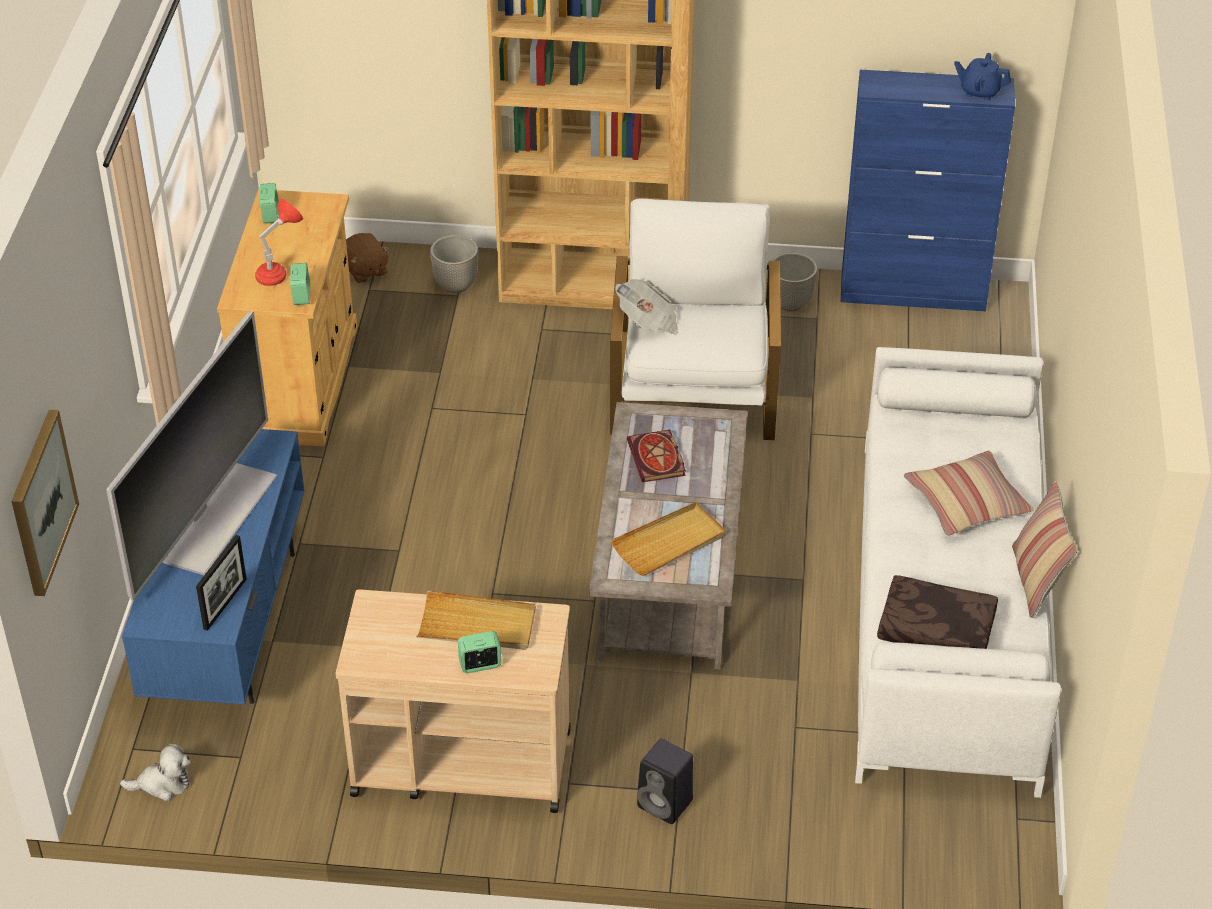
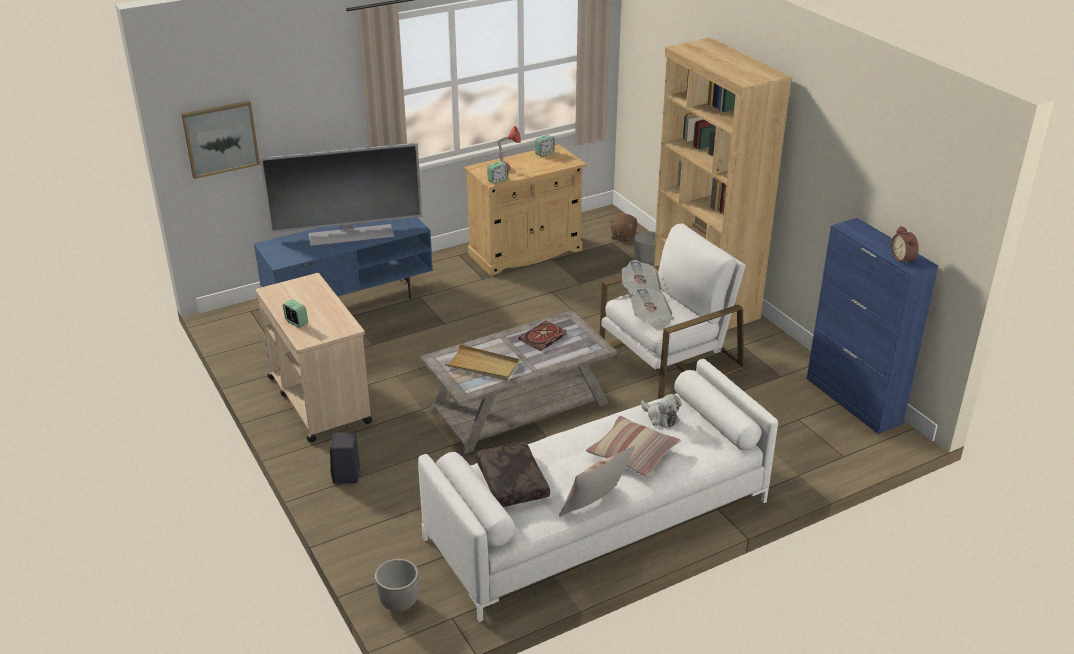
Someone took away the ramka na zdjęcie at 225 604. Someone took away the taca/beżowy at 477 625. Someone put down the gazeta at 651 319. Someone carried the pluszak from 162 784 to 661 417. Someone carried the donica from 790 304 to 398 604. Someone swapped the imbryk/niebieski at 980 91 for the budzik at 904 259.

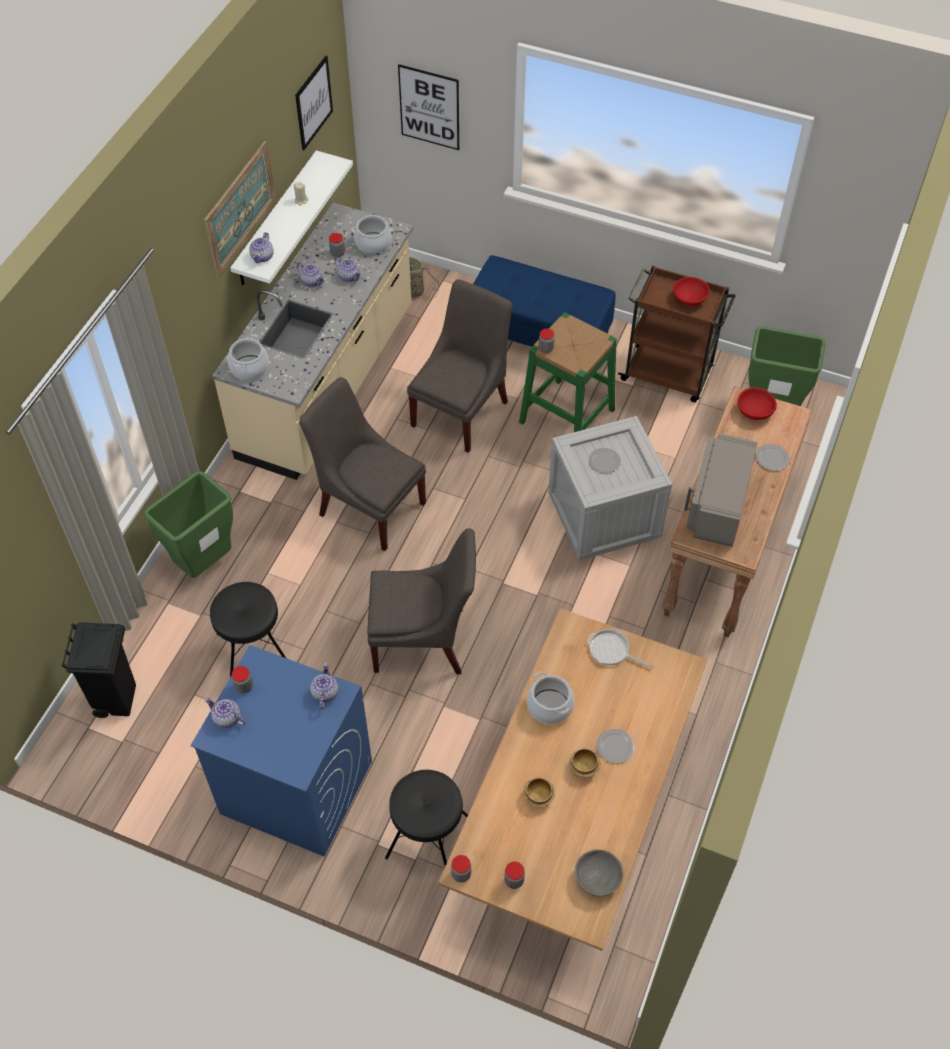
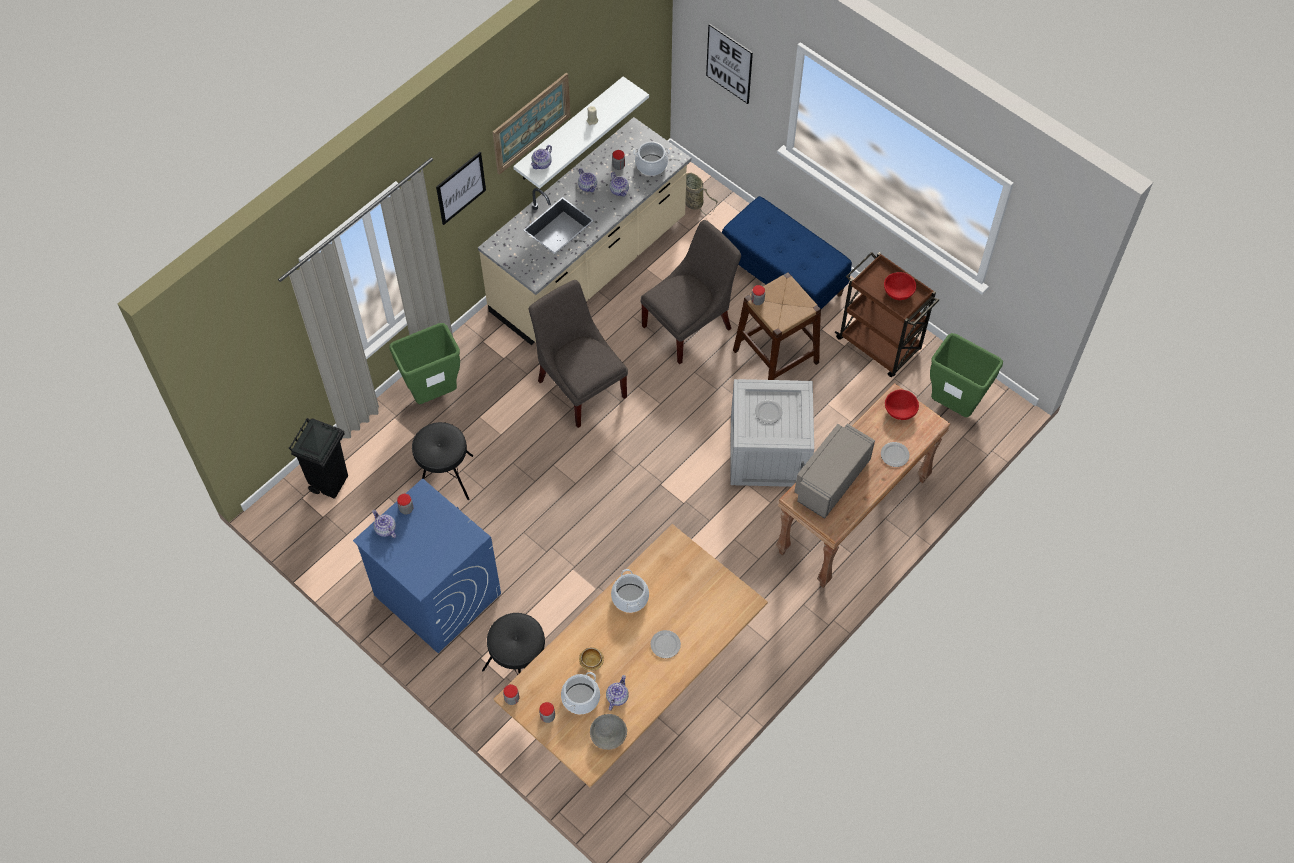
Someone took away the krzesło/szary at 424 641. Someone took away the miska at 584 768. Someone took away the patelnia at 611 651. Someone carried the garnek from 249 367 to 580 698. Someone carried the obraz from 313 103 to 460 188. Someone carried the imbryk from 324 692 to 617 697. Someone repainted the stołek/zielony at 567 415, which became the stołek/brązowy at 775 356.

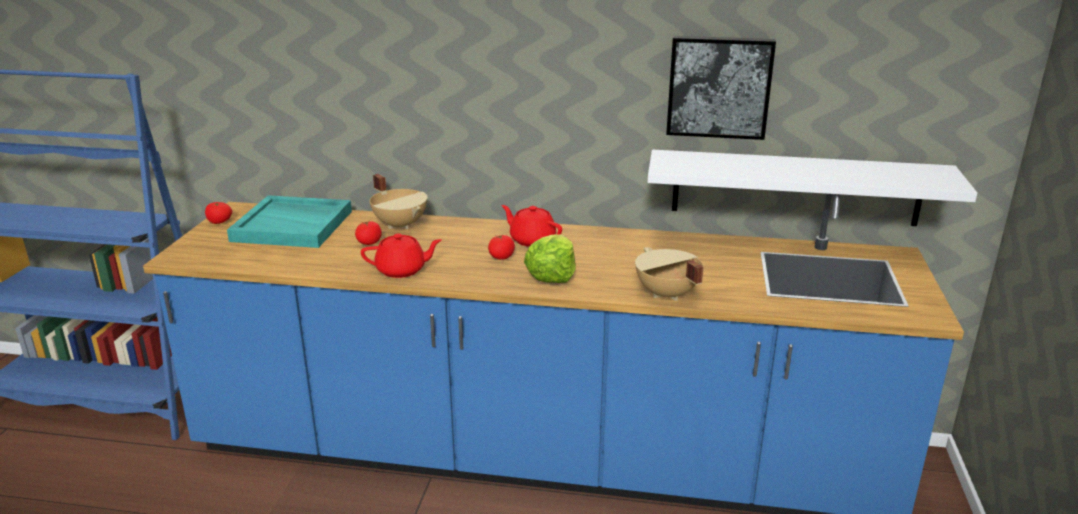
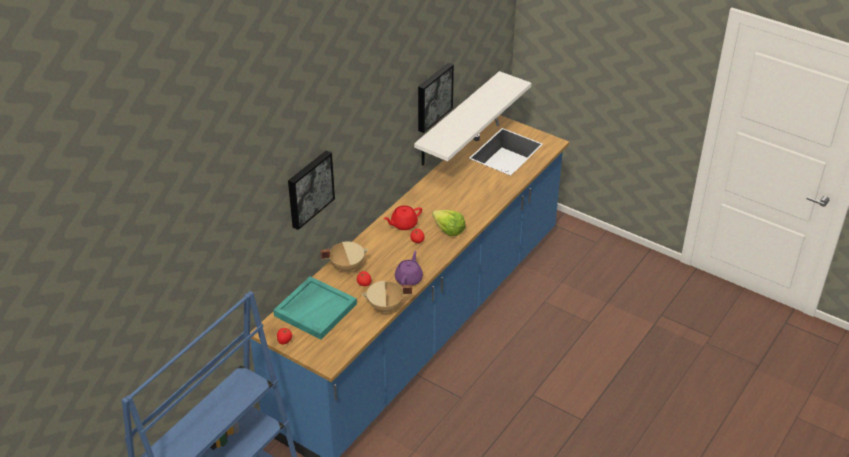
Someone put up the obraz at 309 188. Someone carried the garnek/beżowy from 666 294 to 385 307. Someone repainted the imbryk/czerwony at 402 270, which became the imbryk/fioletowy at 409 278.

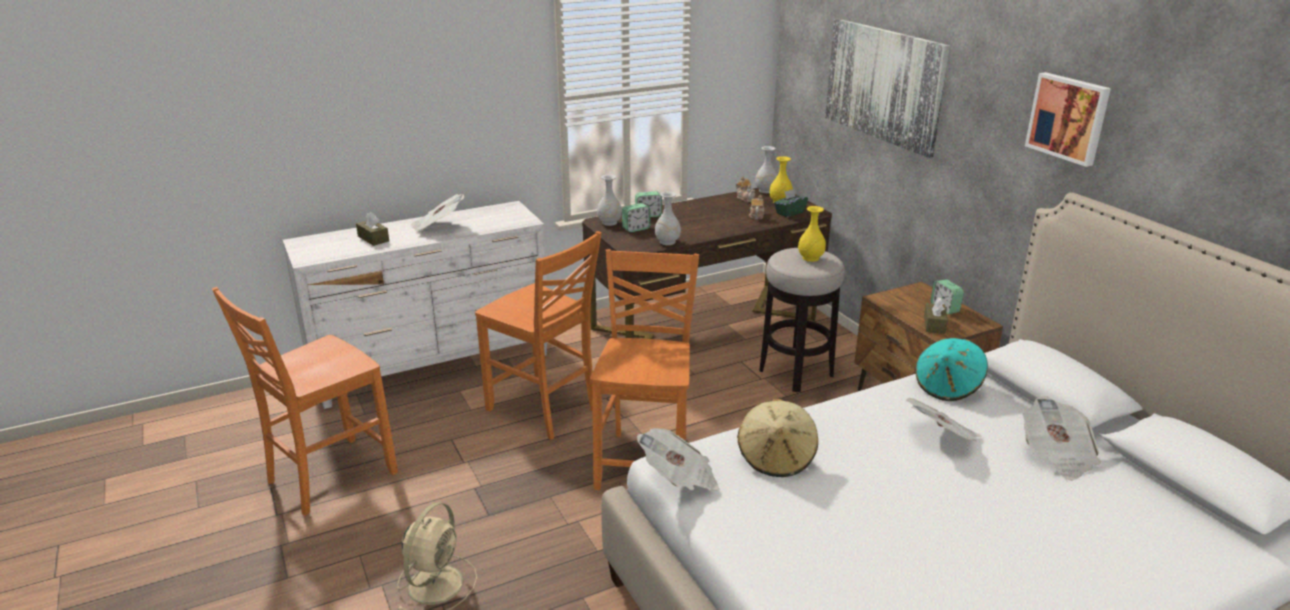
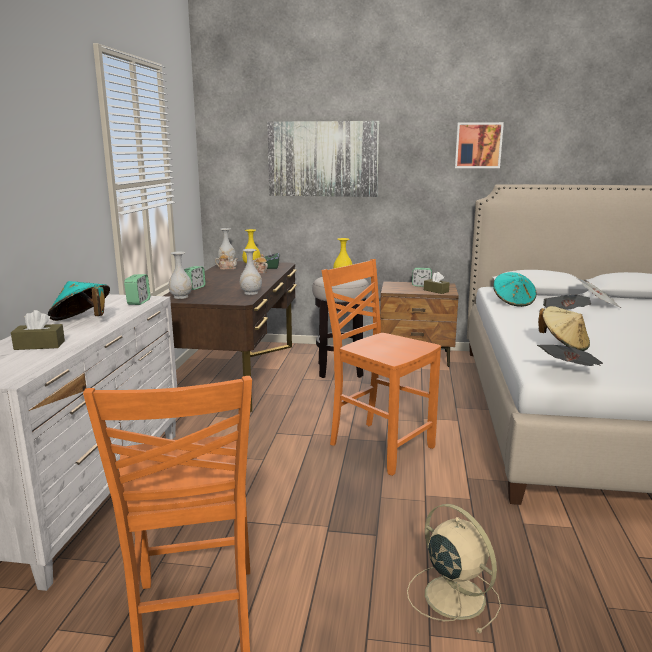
Someone took away the krzesło/pomarańczowy at 544 410. Someone carried the budzik from 636 229 to 138 302. Someone swapped the gazeta at 437 227 for the kapelusz/turkusowy at 82 321.

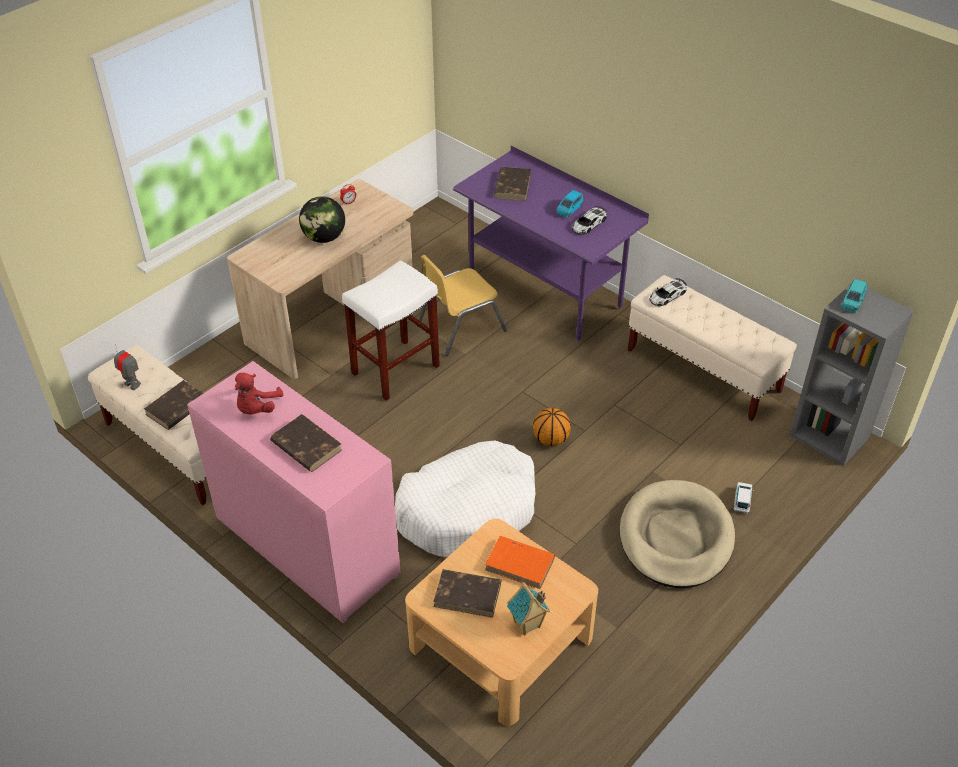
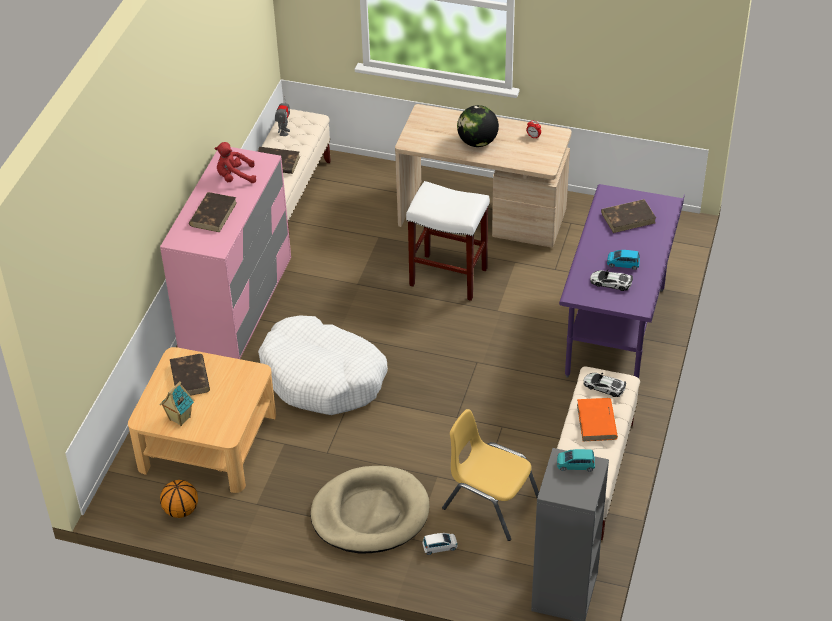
Someone carried the krzesło/żółty from 460 327 to 490 503. Someone carried the książka/pomarańczowy from 520 564 to 597 422. Someone carried the piłka do koszykówki from 550 439 to 181 510.

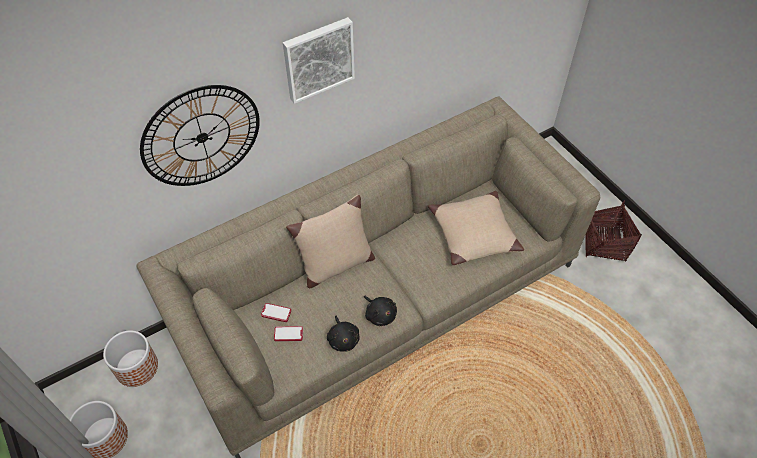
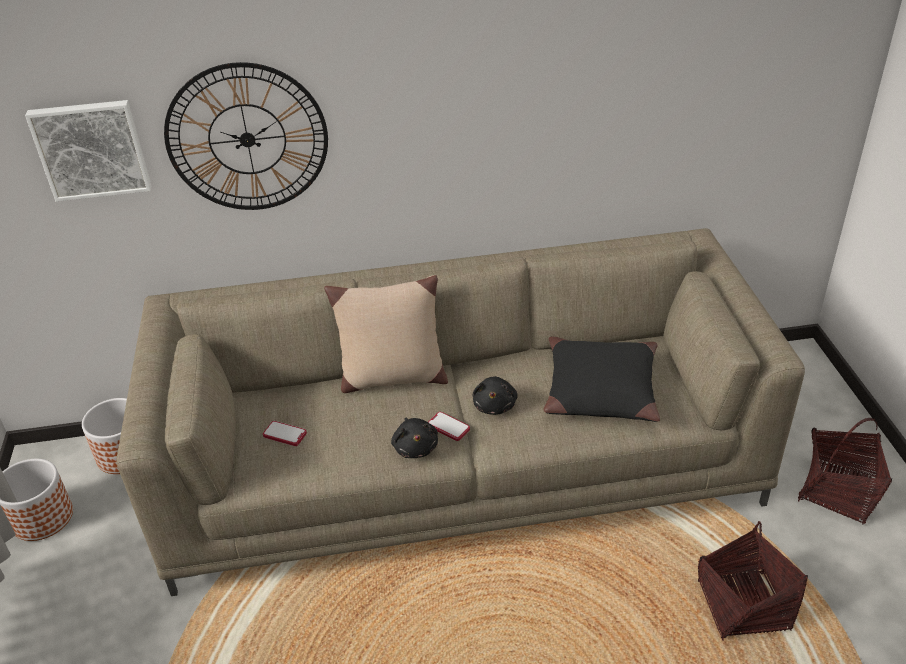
Someone put down the koszyk at 743 605. Someone carried the telefon from 276 313 to 448 427. Someone carried the obraz from 318 59 to 91 149. Someone carried the pluszak/czarny from 343 339 to 495 405. Someone repainted the poduszka/beżowy at 473 234, which became the poduszka/czarny at 600 390.

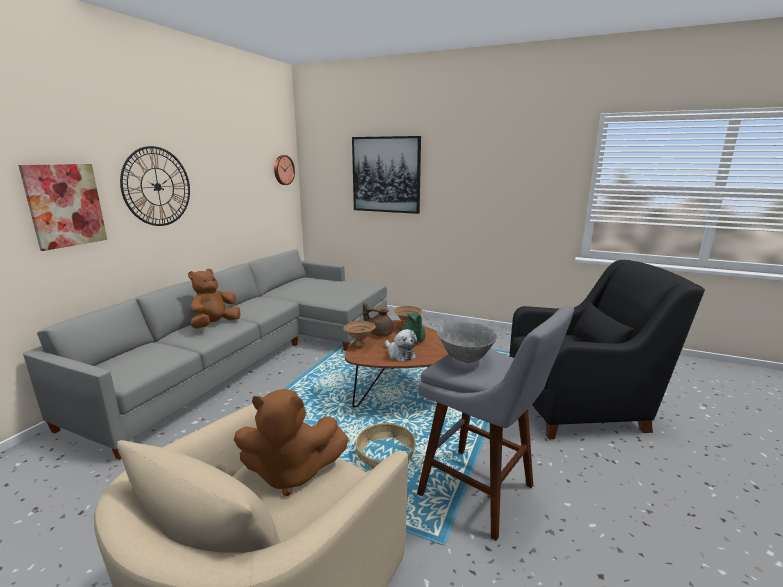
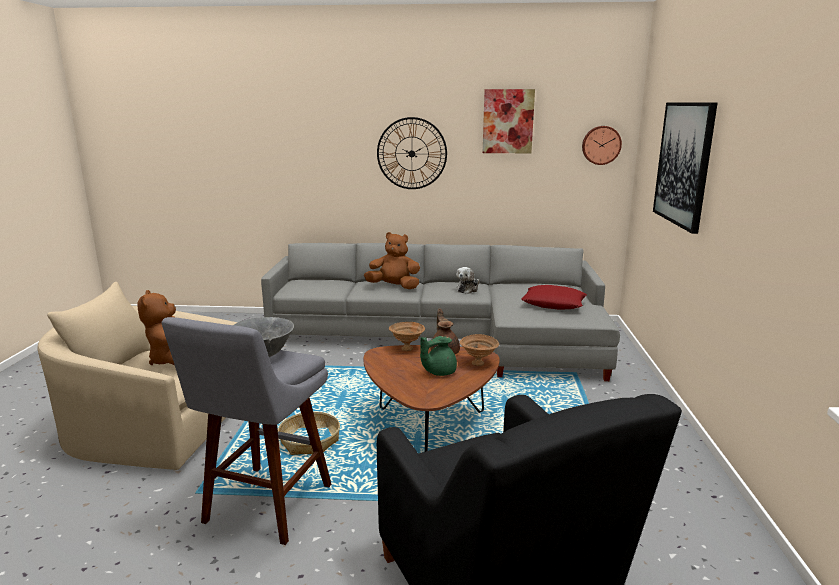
Someone put down the poduszka/czerwony at 553 303. Someone carried the obraz from 65 205 to 508 121. Someone carried the pluszak from 400 354 to 468 289.

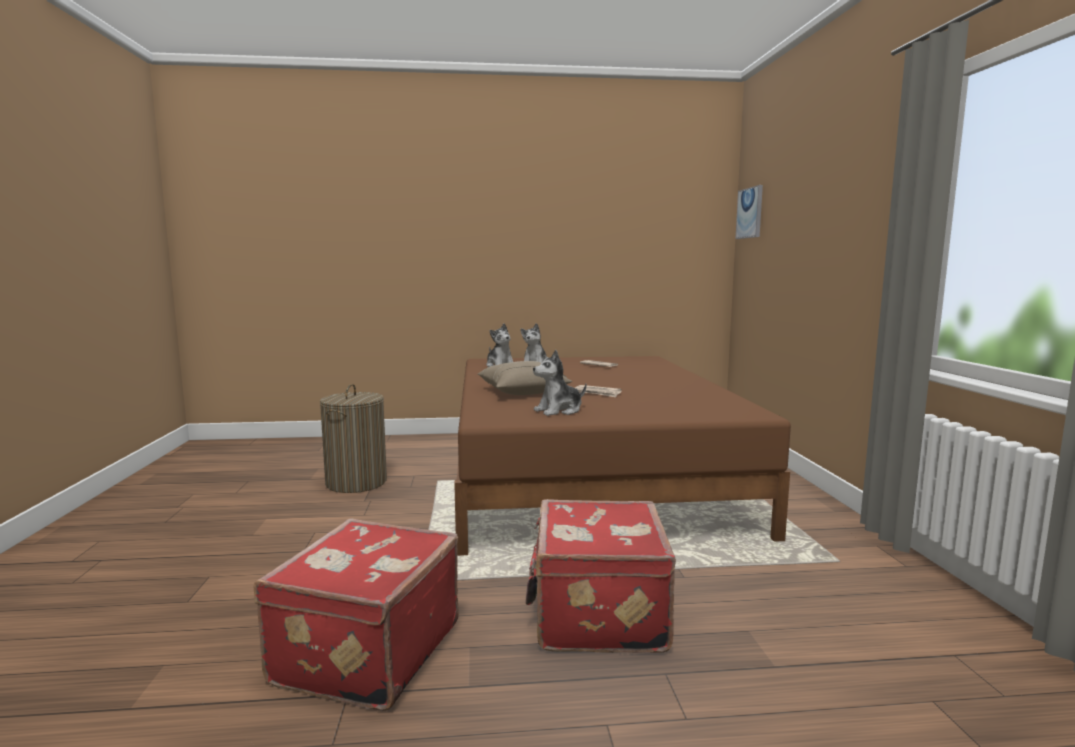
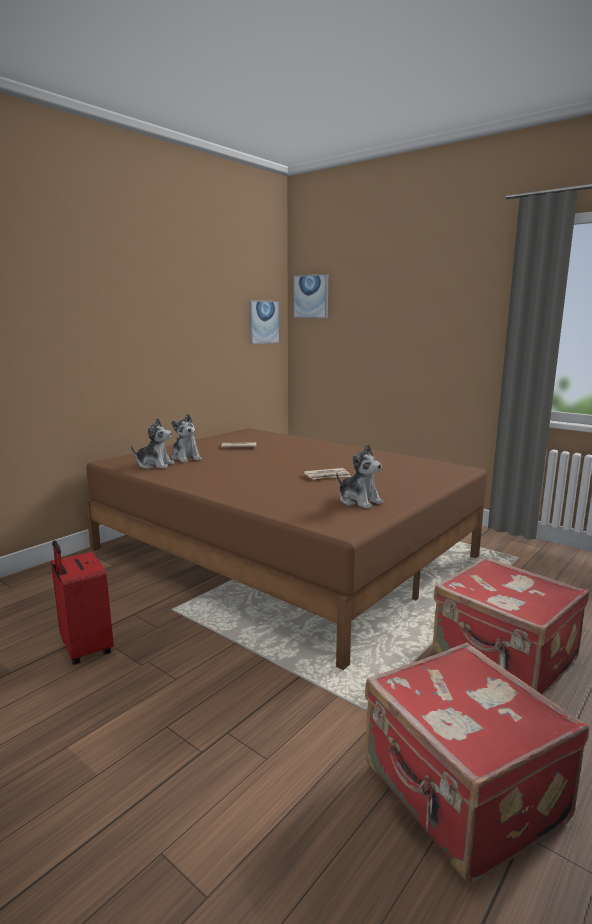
Someone took away the poduszka/beżowy at 522 391. Someone put up the obraz at 263 322. Someone swapped the kosz na pranie at 356 482 for the walizka/czerwony at 85 649. Someone rotated the pluszak at 559 411 by 60 degrees counterclockwise.

